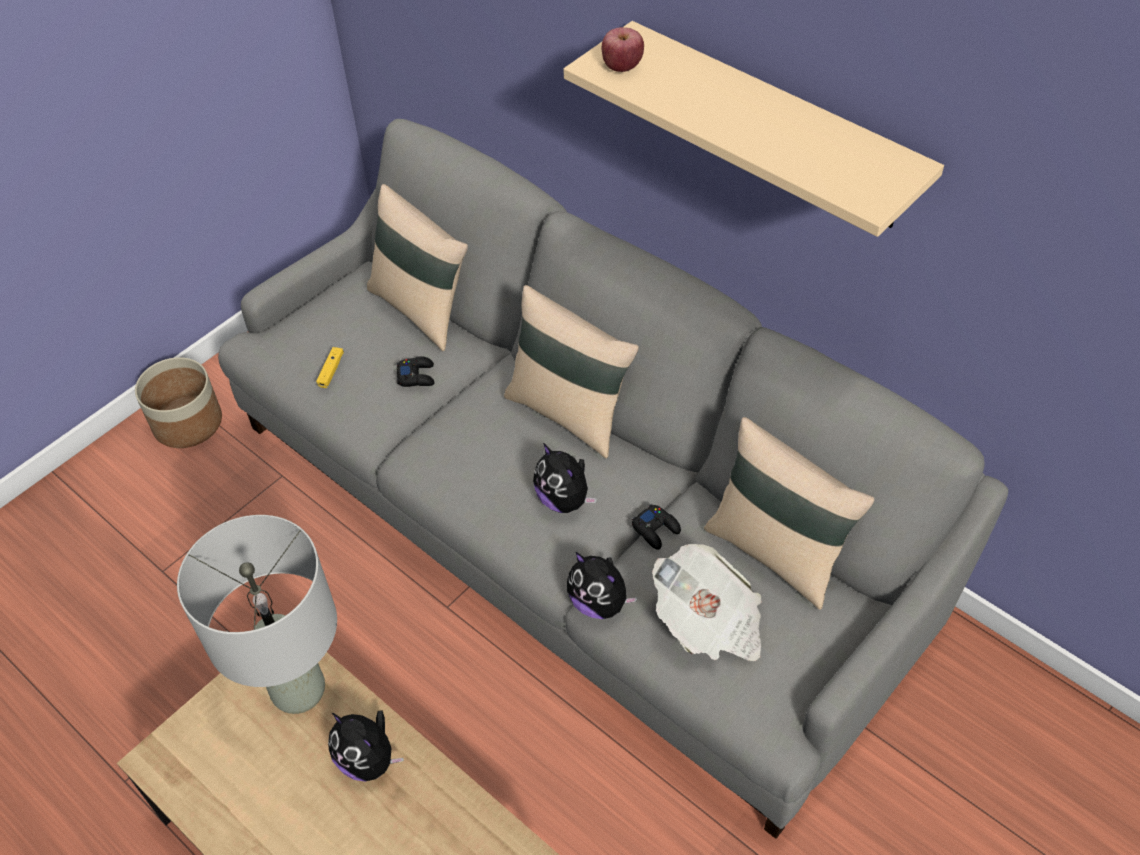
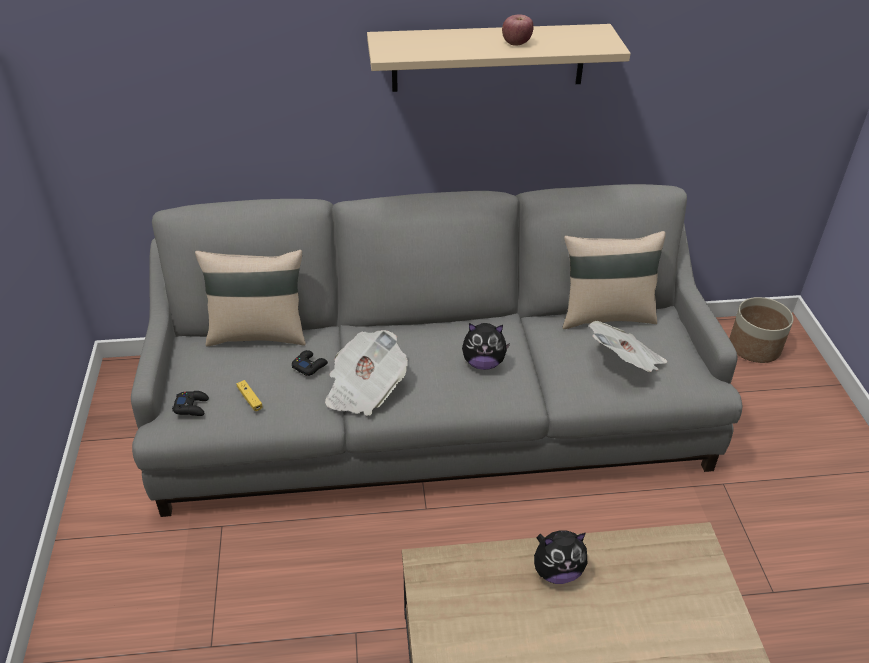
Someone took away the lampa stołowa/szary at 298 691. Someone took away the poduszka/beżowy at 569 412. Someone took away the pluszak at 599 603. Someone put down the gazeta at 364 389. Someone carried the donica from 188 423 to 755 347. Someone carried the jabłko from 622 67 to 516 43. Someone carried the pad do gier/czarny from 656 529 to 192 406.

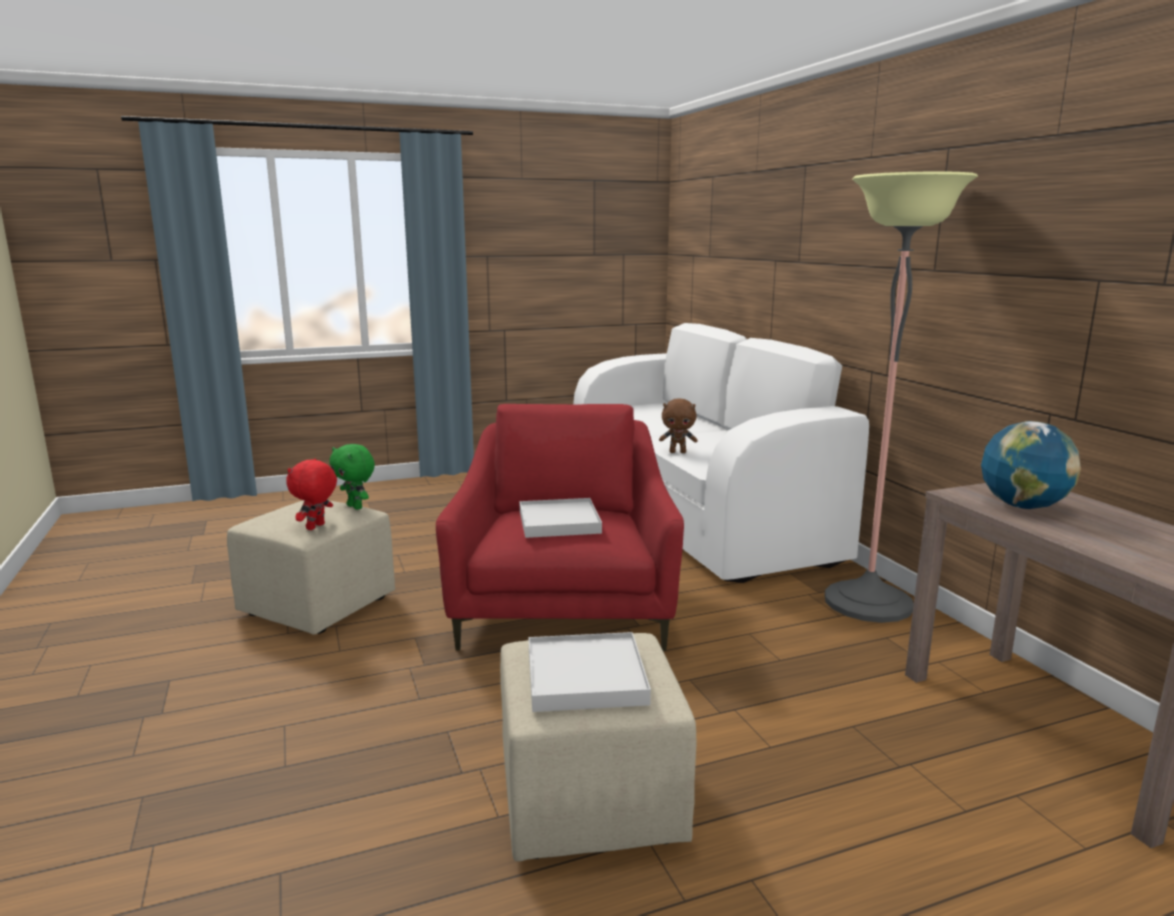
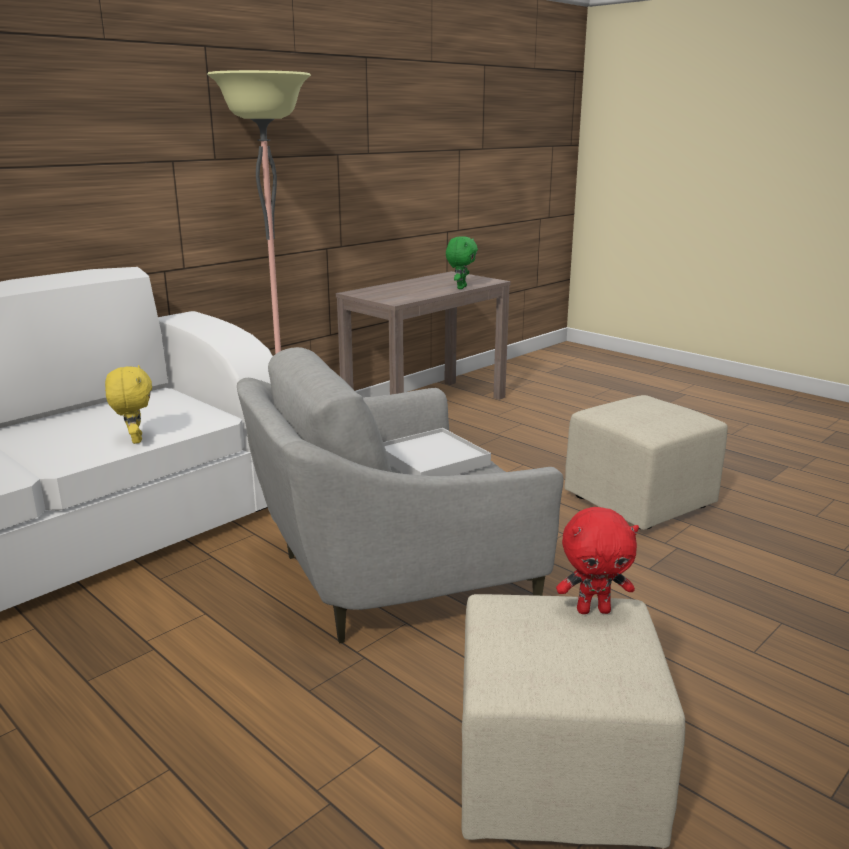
Someone took away the taca/biały at 585 677. Someone took away the globus at 1023 506. Someone carried the pluszak/zielony from 356 507 to 460 287. Someone repainted the fotel/czerwony at 564 606, which became the fotel/szary at 392 576. Someone repainted the pluszak/brązowy at 678 452, which became the pluszak/żółty at 135 440.

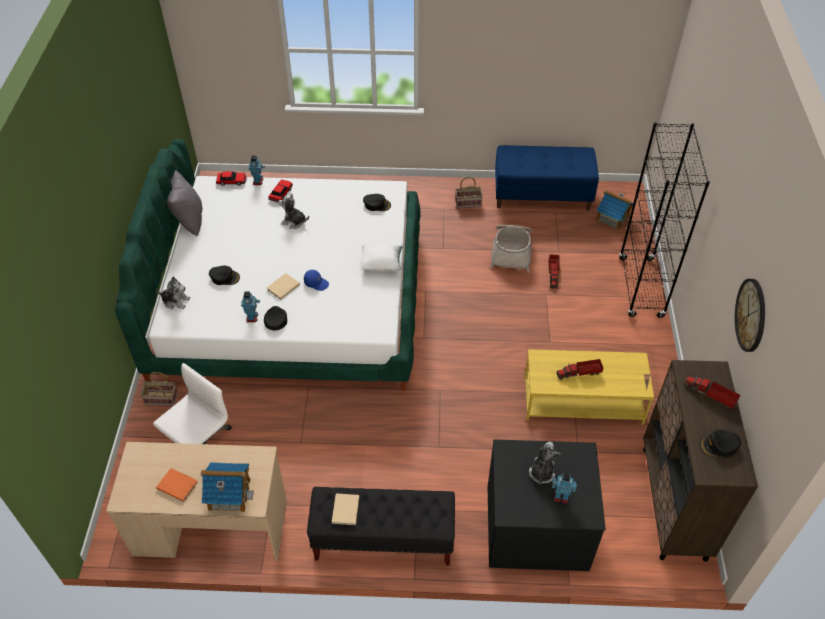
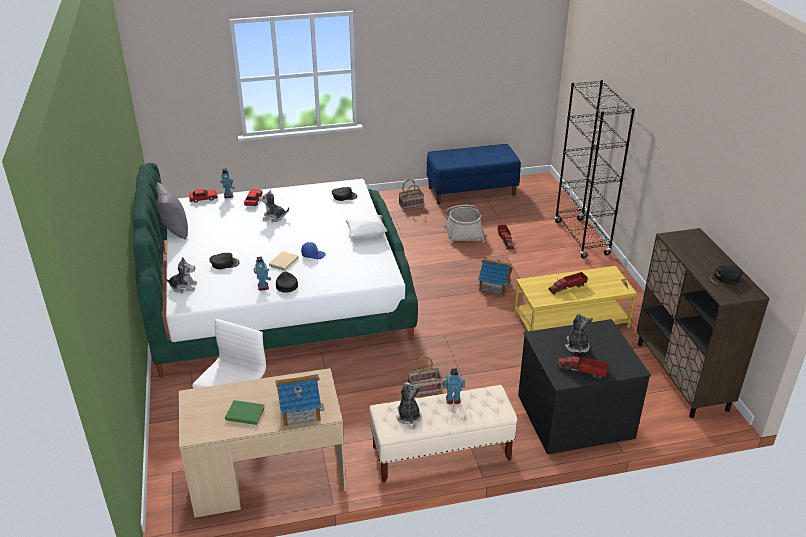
Someone took away the zegar ścienny at 751 315. Someone carried the koszyk from 160 399 to 424 389. Someone carried the robot zabawkowy from 561 496 to 453 399. Someone carried the domek from 612 218 to 494 286. Someone carried the ciężarówka zabawkowa from 711 395 to 583 371. Someone swapped the książka/beżowy at 345 511 for the pluszak at 408 416. Someone repainted the książka/pomarańczowy at 177 484, which became the książka/zielony at 244 413. Someone repainted the ławka/czarny at 383 540, which became the ławka/beżowy at 441 453.

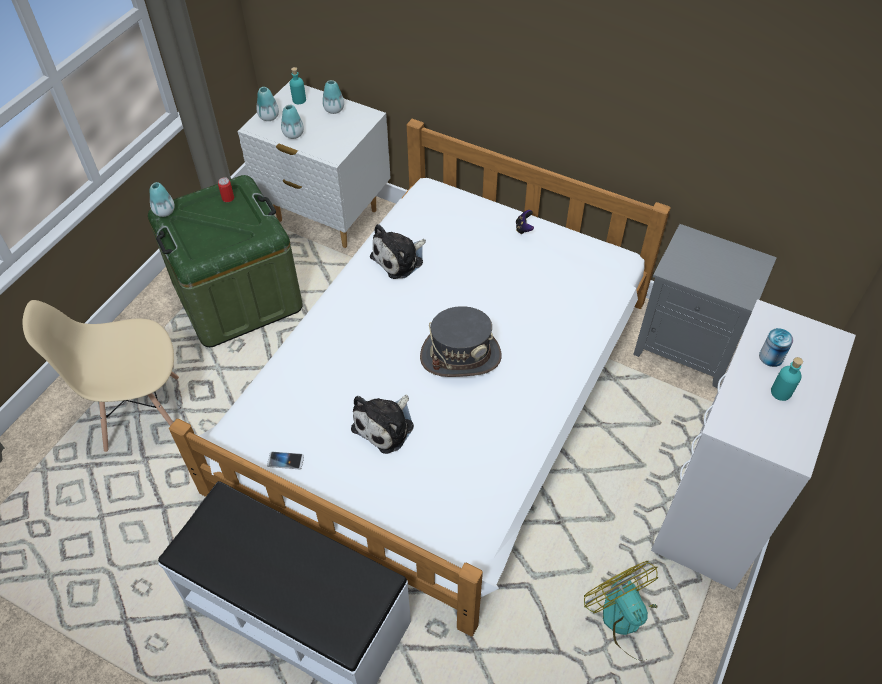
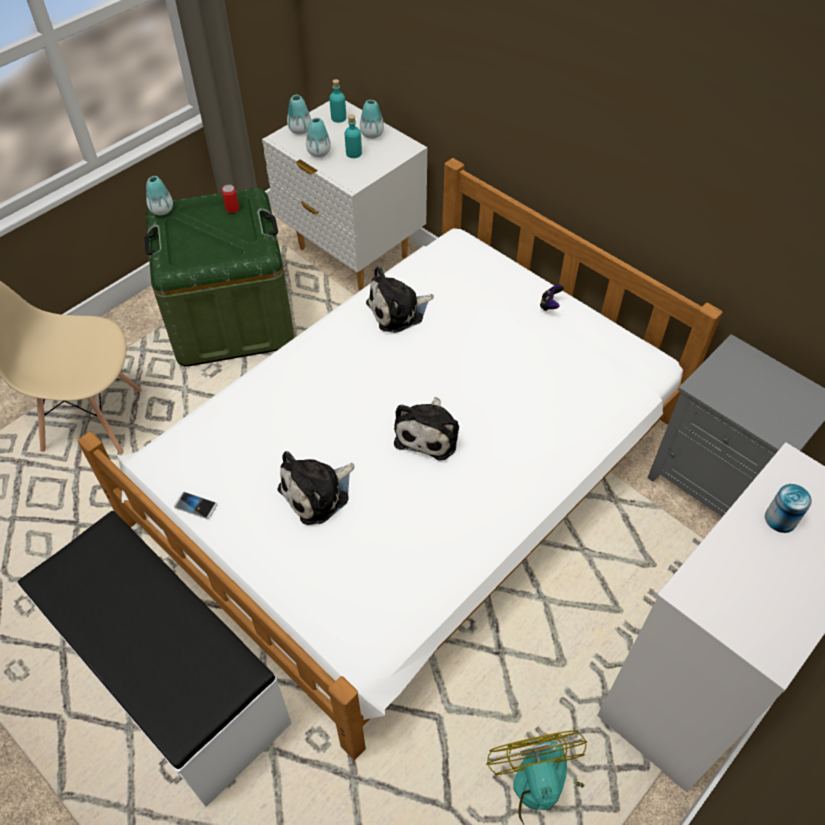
Someone carried the butelka/turkusowy from 781 392 to 353 153. Someone swapped the kapelusz/szary at 460 355 for the pluszak at 429 433.

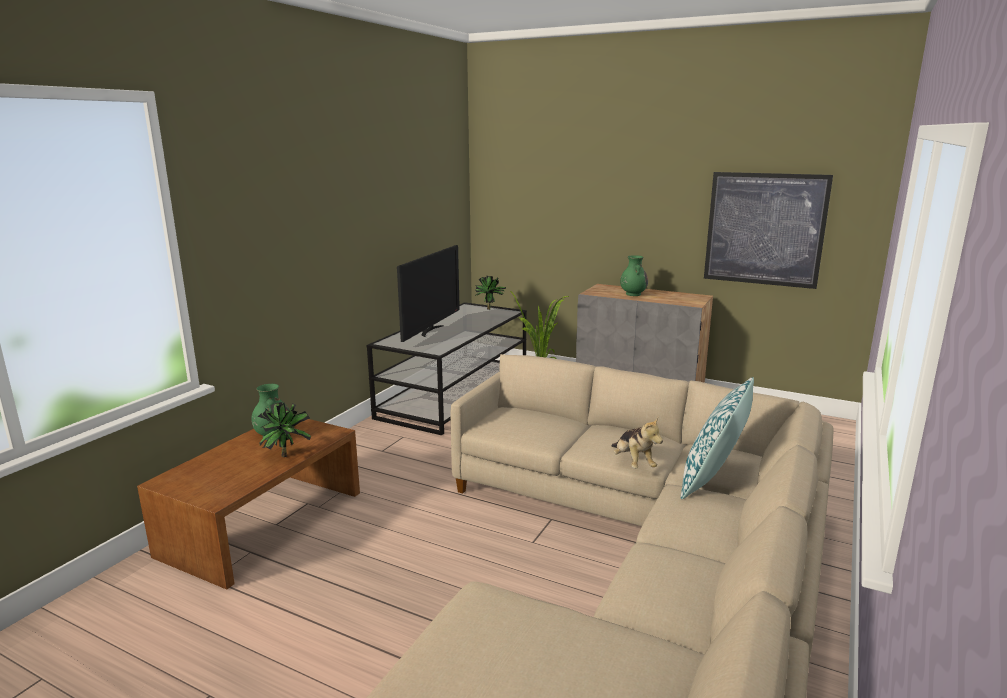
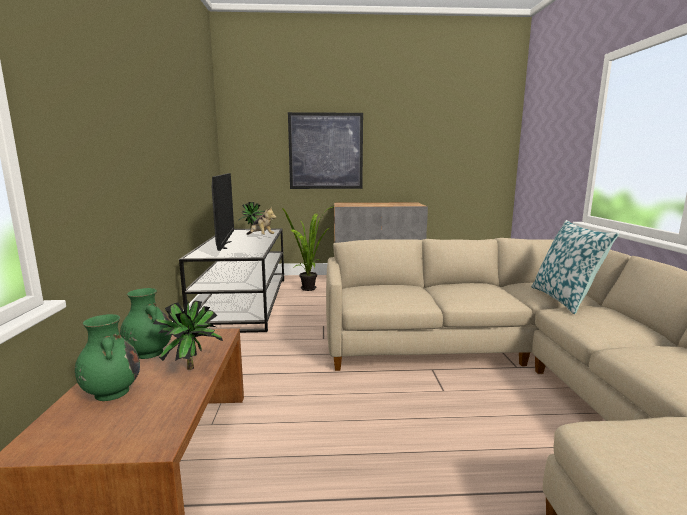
Someone carried the pluszak from 633 463 to 261 236. Someone carried the wazon/zielony from 633 294 to 111 392. Someone carried the obraz from 764 229 to 326 151.

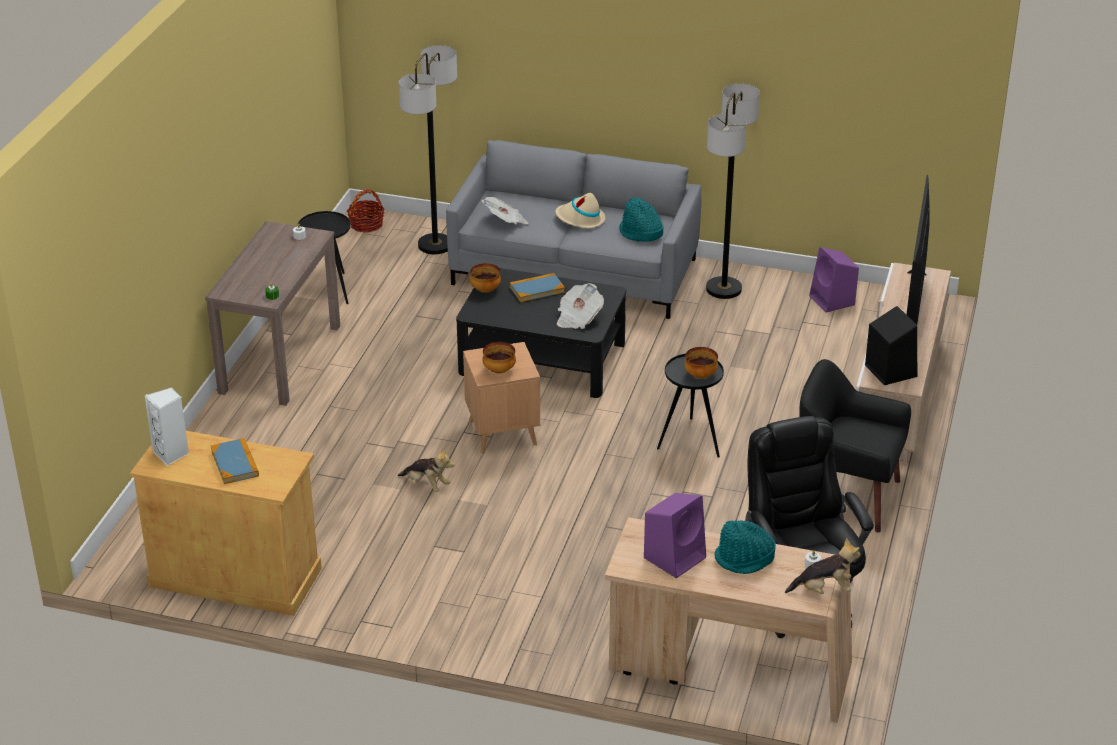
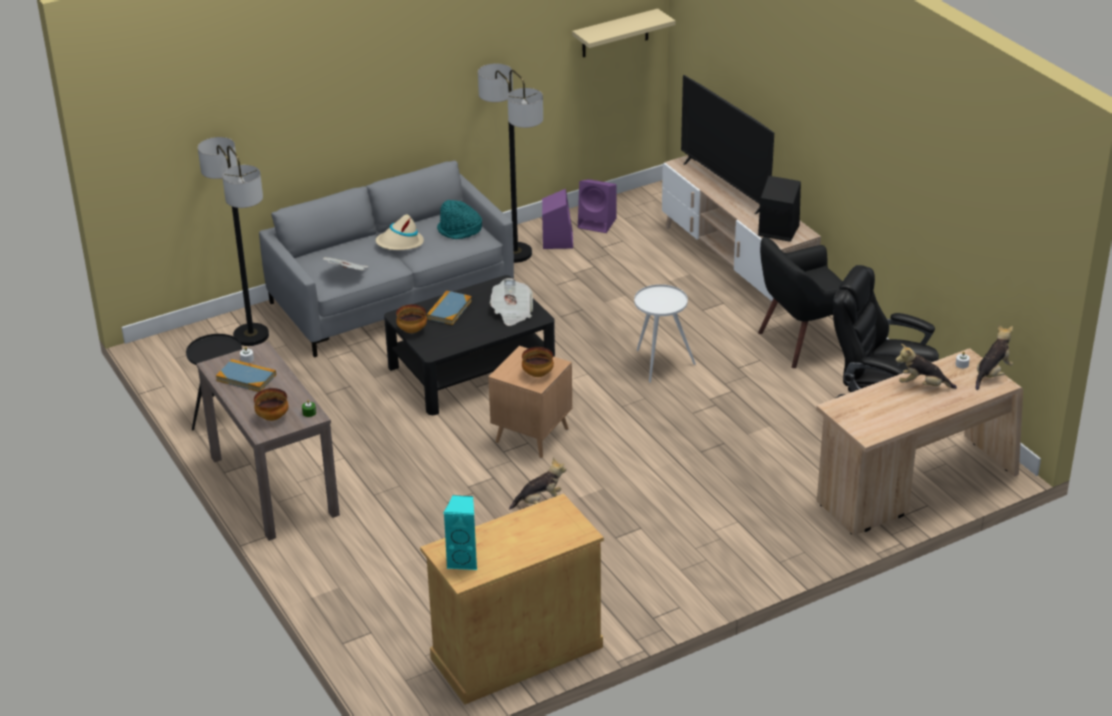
Someone took away the koszyk at 366 224. Someone put up the półka/beżowy at 615 33. Someone carried the książka from 235 463 to 246 377. Someone carried the głośnik/fioletowy from 675 556 to 557 240. Someone carried the miska from 701 375 to 273 417. Someone swapped the kapelusz/turkusowy at 744 559 for the pluszak at 922 385. Someone repainted the głośnik/biały at 171 454, which became the głośnik/turkusowy at 464 560. Someone repainted the stolik/czarny at 691 439, which became the stolik/biały at 659 363.

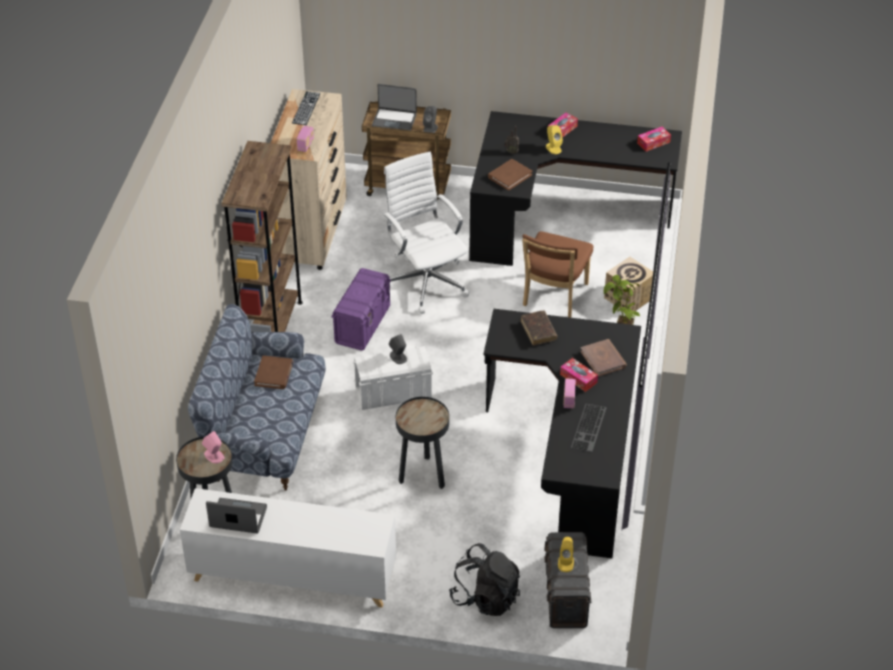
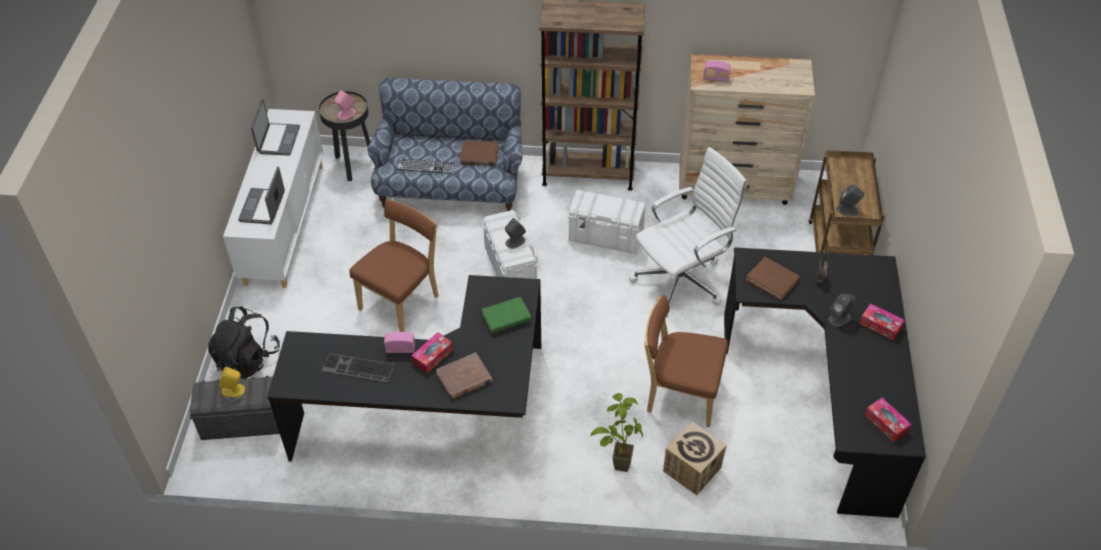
Someone carried the klawiatura from 306 108 to 425 166. Someone carried the laptop from 394 120 to 263 207. Someone swapped the stolik/czarny at 423 475 for the krzesło/brązowy at 402 301. Someone repainted the pojemnik do przechowywania/fioletowy at 363 325, which became the pojemnik do przechowywania/biały at 606 237. Someone repainted the książka/brązowy at 538 331, which became the książka/zielony at 506 318. Someone repainted the głośnik/żółty at 553 148, which became the głośnik/szary at 840 318.

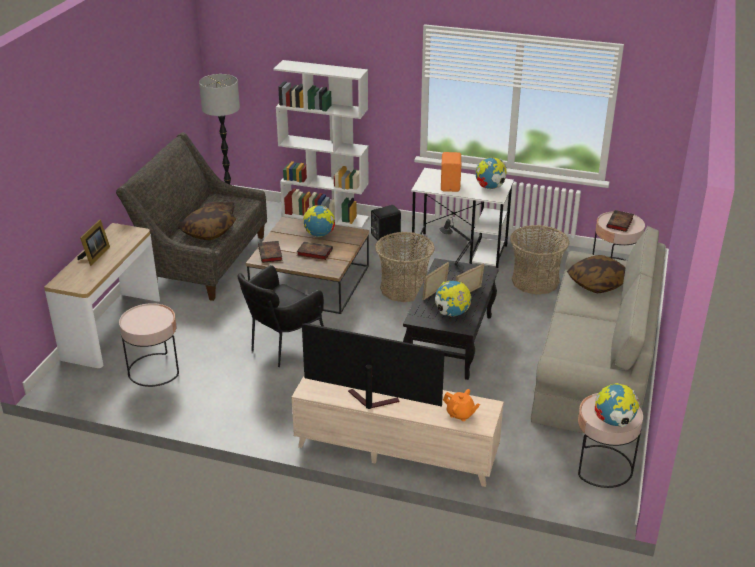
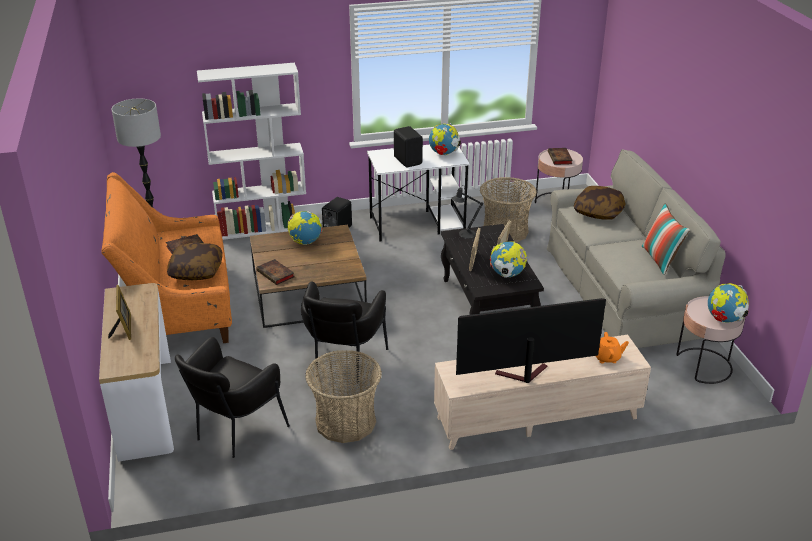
Someone took away the książka at 313 252. Someone put down the poduszka at 660 260. Someone carried the koszyk from 404 288 to 345 421. Someone swapped the stolik/różowy at 154 370 for the fotel/czarny at 234 432. Someone repainted the kanapa/szary at 202 261, which became the kanapa/pomarańczowy at 177 307. Someone repainted the głośnik/pomarańczowy at 451 185, which became the głośnik/czarny at 408 160.

